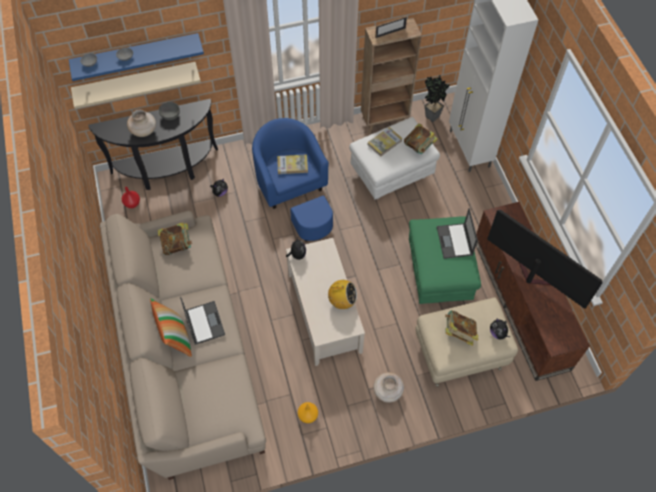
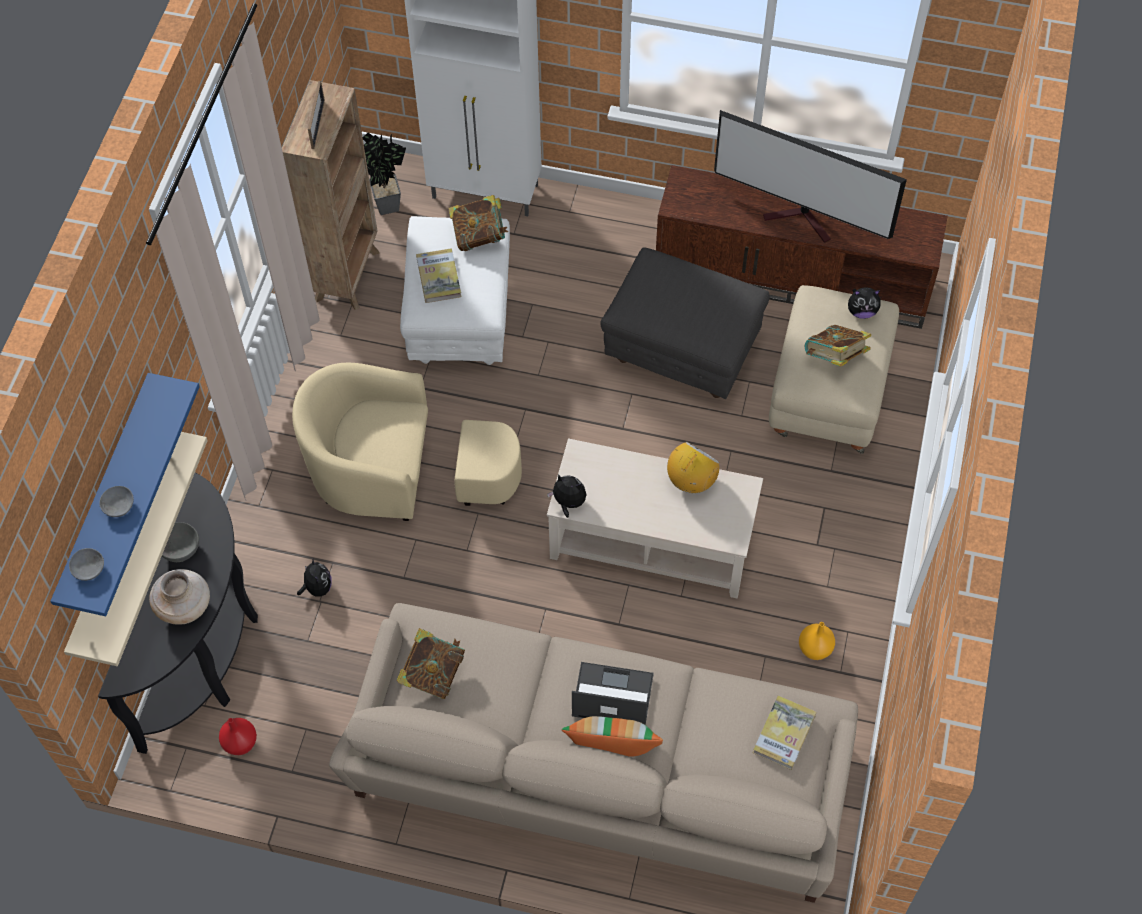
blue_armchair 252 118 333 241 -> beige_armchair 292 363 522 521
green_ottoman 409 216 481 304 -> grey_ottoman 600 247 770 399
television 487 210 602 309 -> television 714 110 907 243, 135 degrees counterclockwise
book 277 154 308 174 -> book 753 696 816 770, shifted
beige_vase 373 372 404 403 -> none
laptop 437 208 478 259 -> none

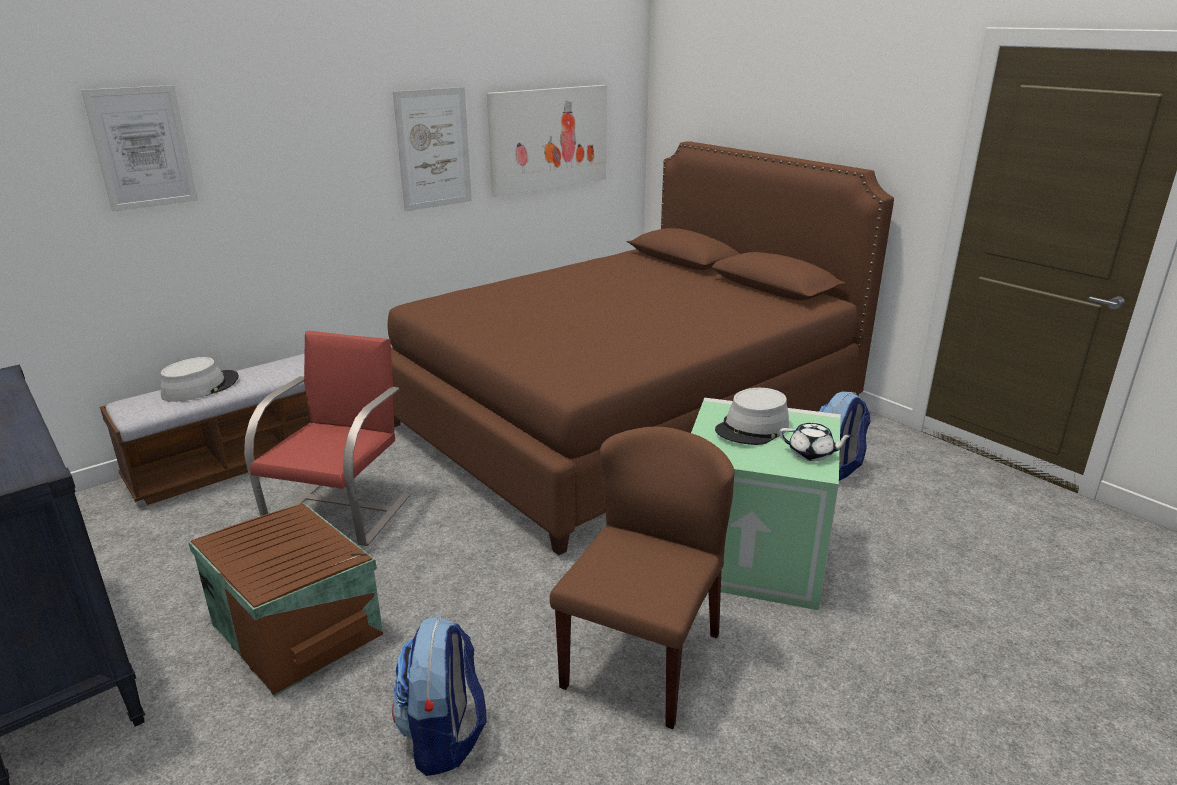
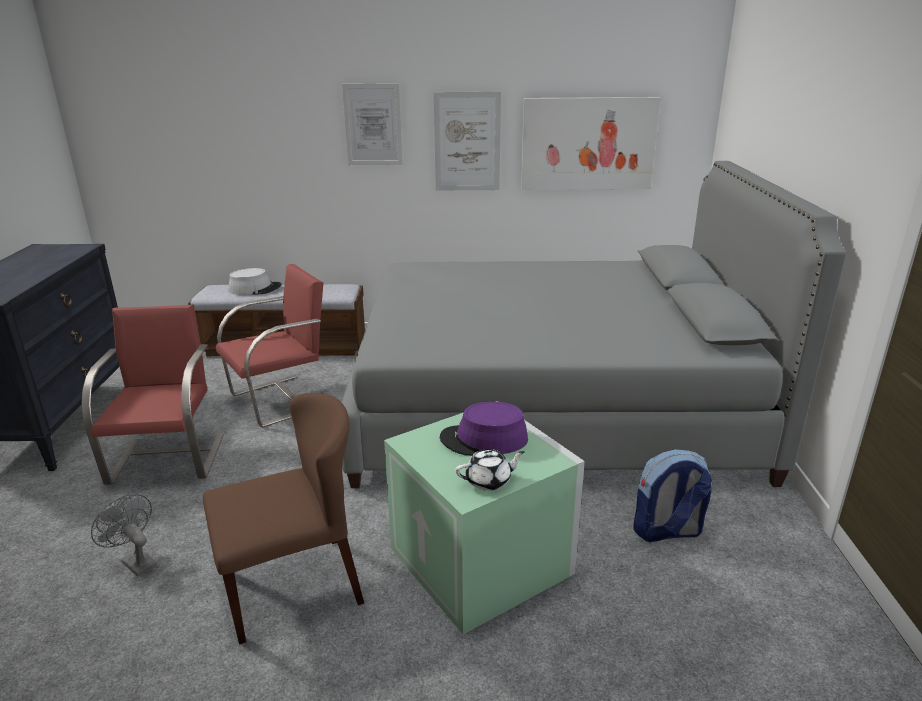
brown_storage_box 188 503 383 697 -> red_chair 81 305 223 485
backpack 392 616 487 776 -> grey_fan 91 494 157 577
picture 81 85 198 212 -> picture 342 83 403 165, shifted
brown_bed 388 141 894 555 -> grey_bed 342 161 846 488
grey_hat 715 388 789 445 -> purple_hat 440 401 528 456
white_teapot 779 422 853 461 -> white_teapot 455 449 525 491, 75 degrees counterclockwise

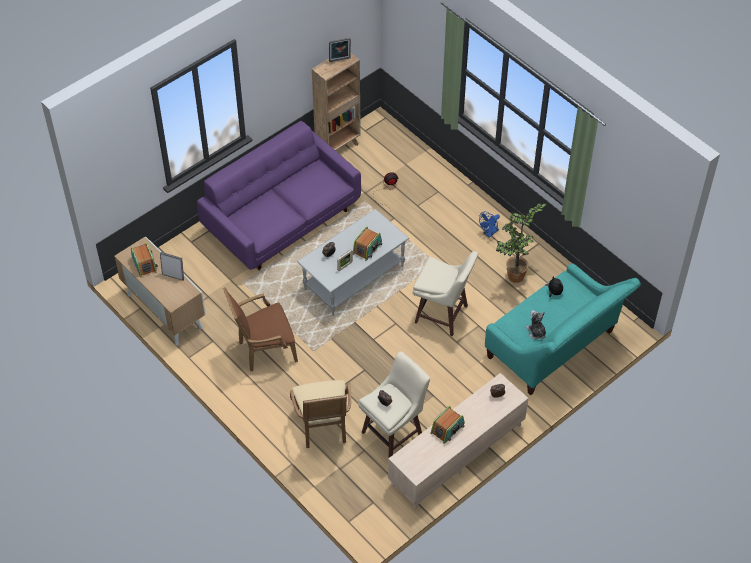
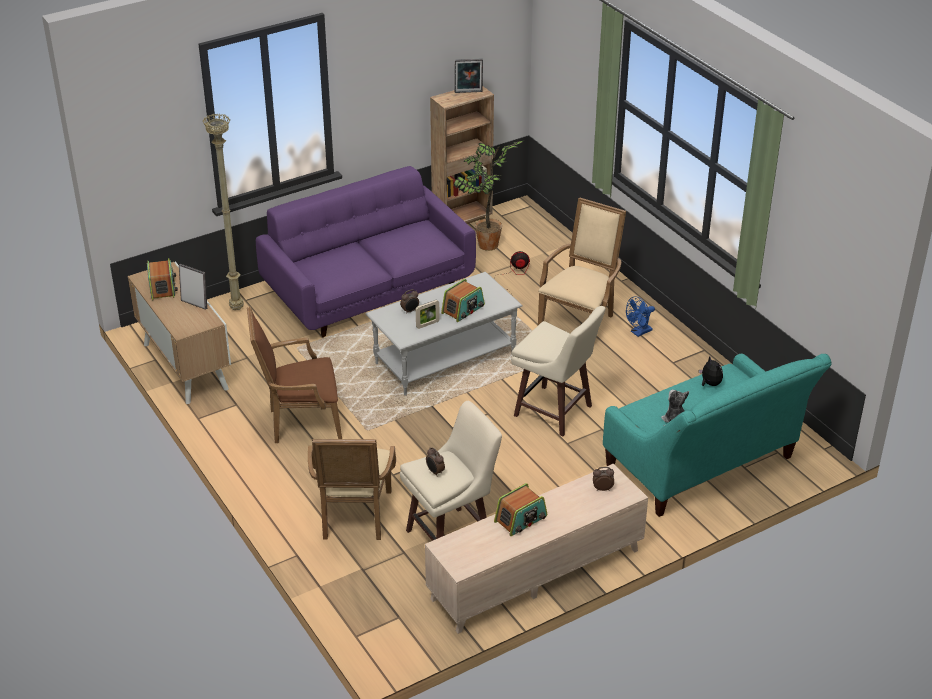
none -> beige_floor_lamp 203 113 244 310
potted_plant 496 203 547 283 -> potted_plant 454 141 523 251, shifted
none -> beige_armchair 538 197 626 325

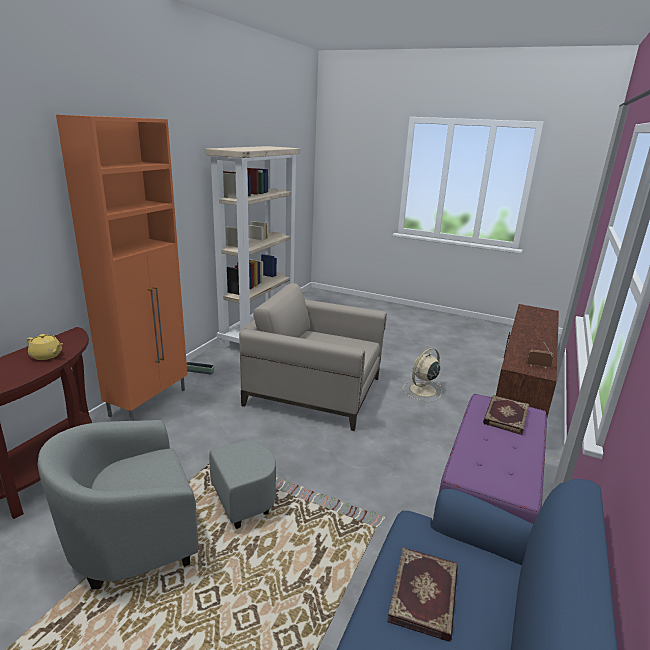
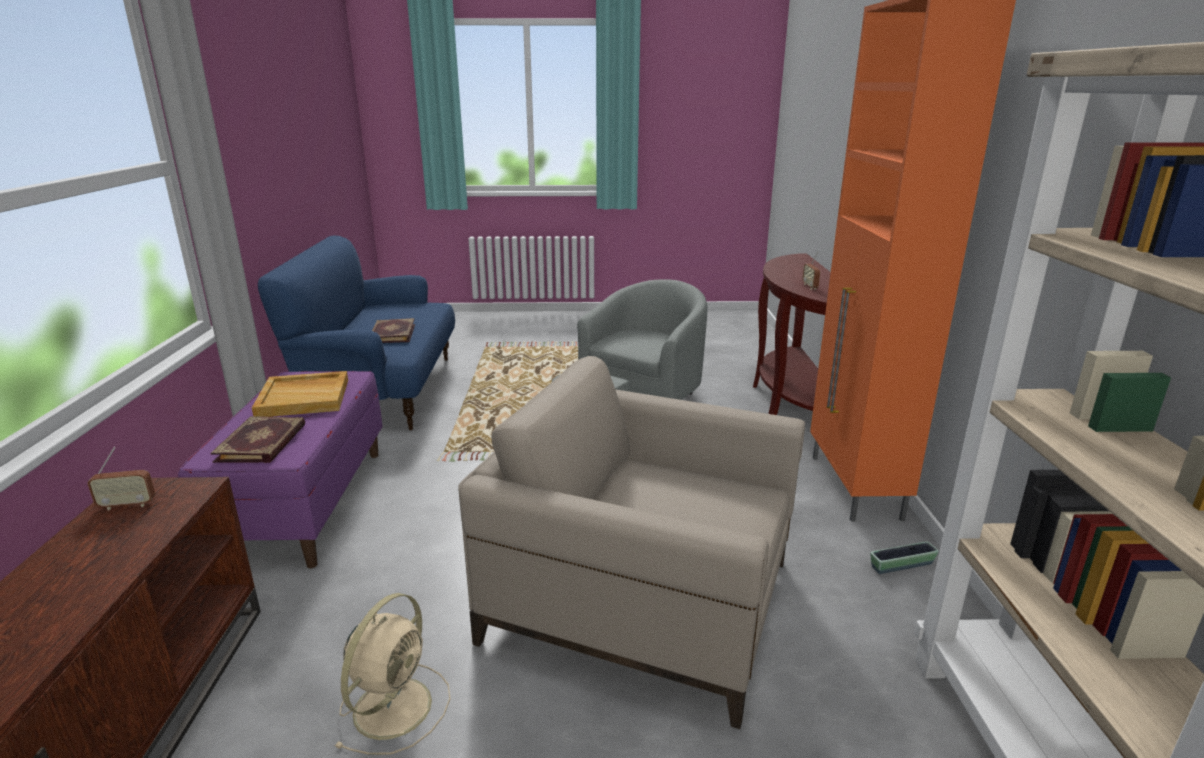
none -> beige_tray 252 371 348 417
beige_armchair 239 283 387 431 -> beige_armchair 458 356 805 729, 150 degrees counterclockwise
yellow_teapot 27 334 62 360 -> radio 802 251 820 290

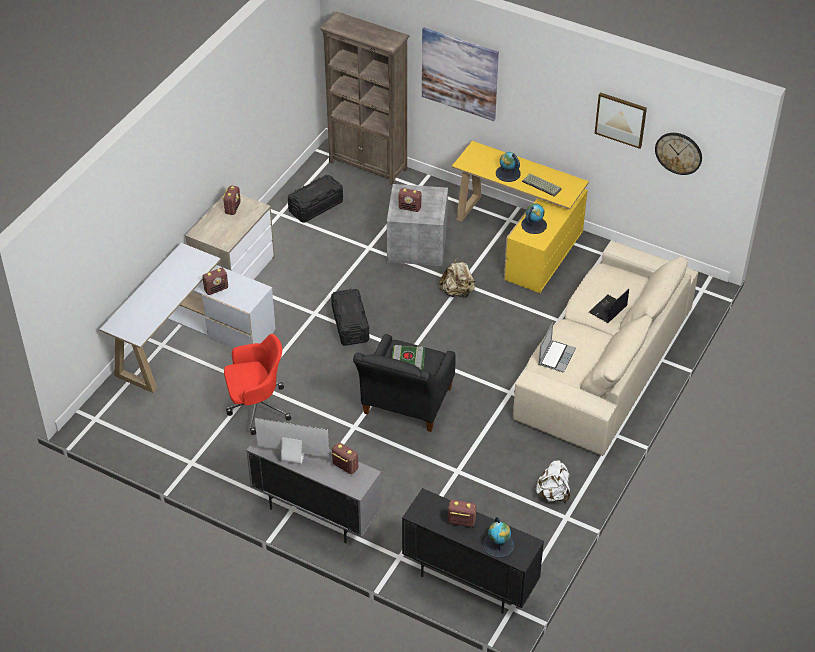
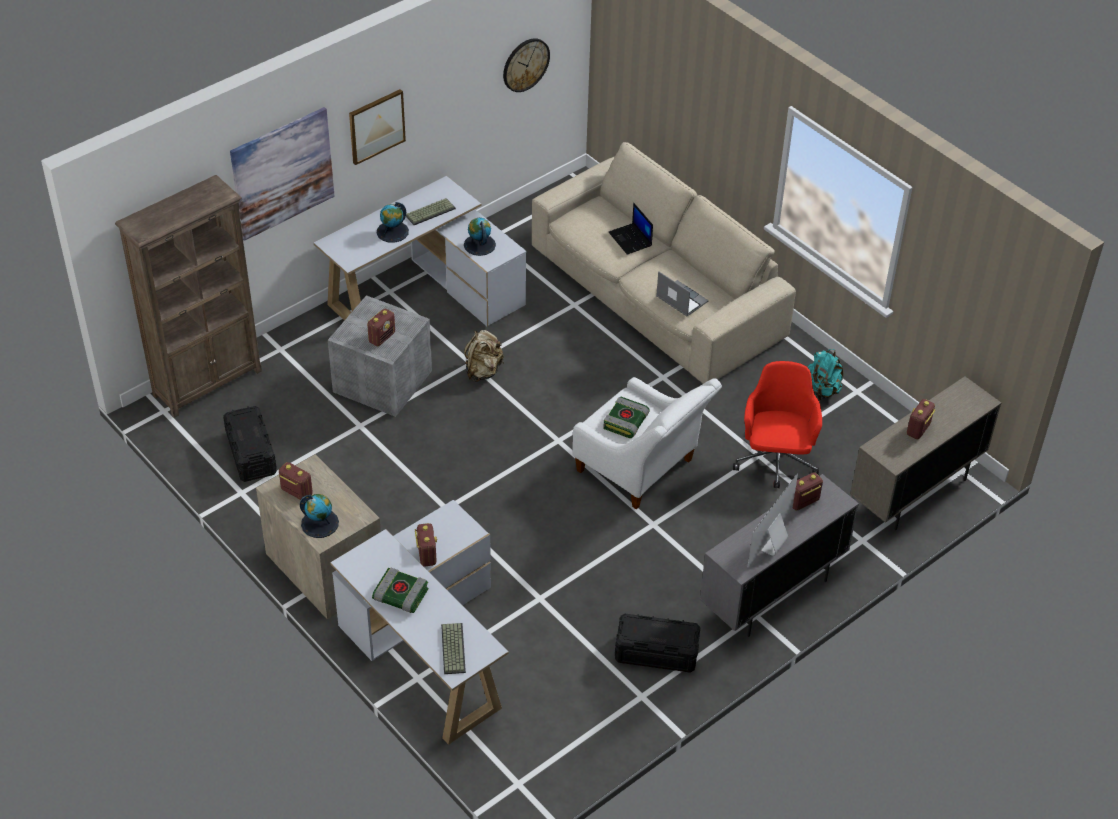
globe 483 517 514 558 -> globe 300 494 339 538, shifted
yellow_desk 452 141 589 293 -> white_desk 314 176 526 327
picture 594 92 647 149 -> picture 349 89 406 165, shifted
none -> book 372 568 429 613
none -> keyboard 441 623 466 674
black_armchair 353 334 456 432 -> white_armchair 572 377 722 509
black_storage_box 331 288 369 346 -> black_storage_box 615 614 700 673, shifted
red_office_chair 224 334 291 435 -> red_office_chair 733 361 822 488, shifted
white_backpack 536 460 570 503 -> turquoise_backpack 808 349 843 400
black_cabinet 402 488 544 614 -> beige_cabinet 850 376 1001 530

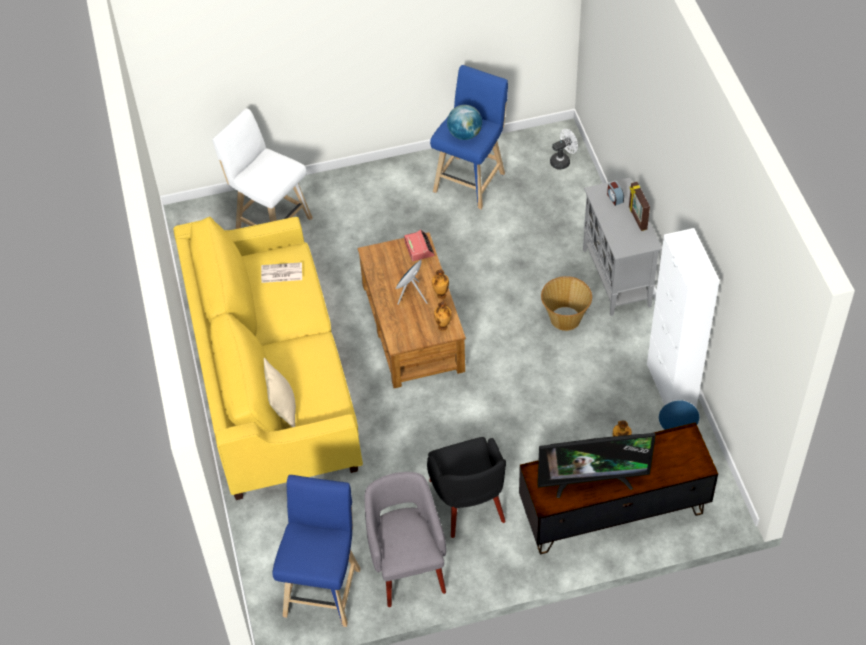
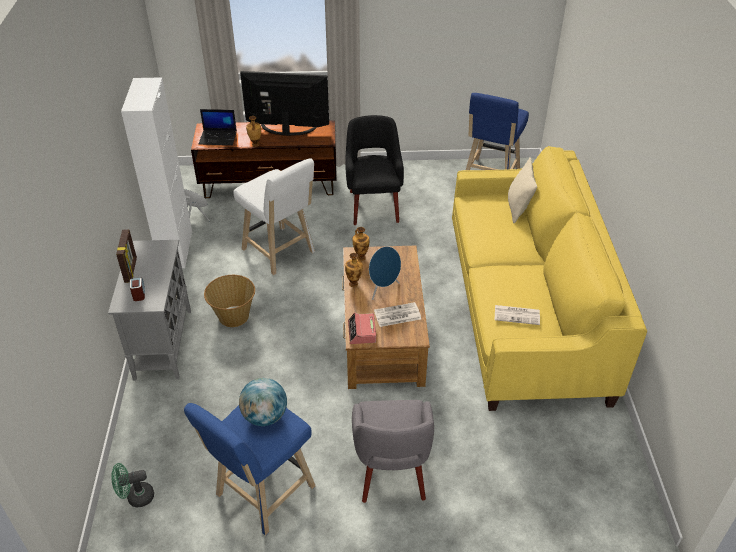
white_fan 550 129 578 170 -> green_fan 111 463 154 507
none -> laptop 199 109 237 145
white_stool 212 108 313 229 -> white_stool 233 158 315 275, shifted
grey_armchair 365 472 446 607 -> grey_armchair 352 400 434 503, shifted
none -> newspaper 374 302 421 327

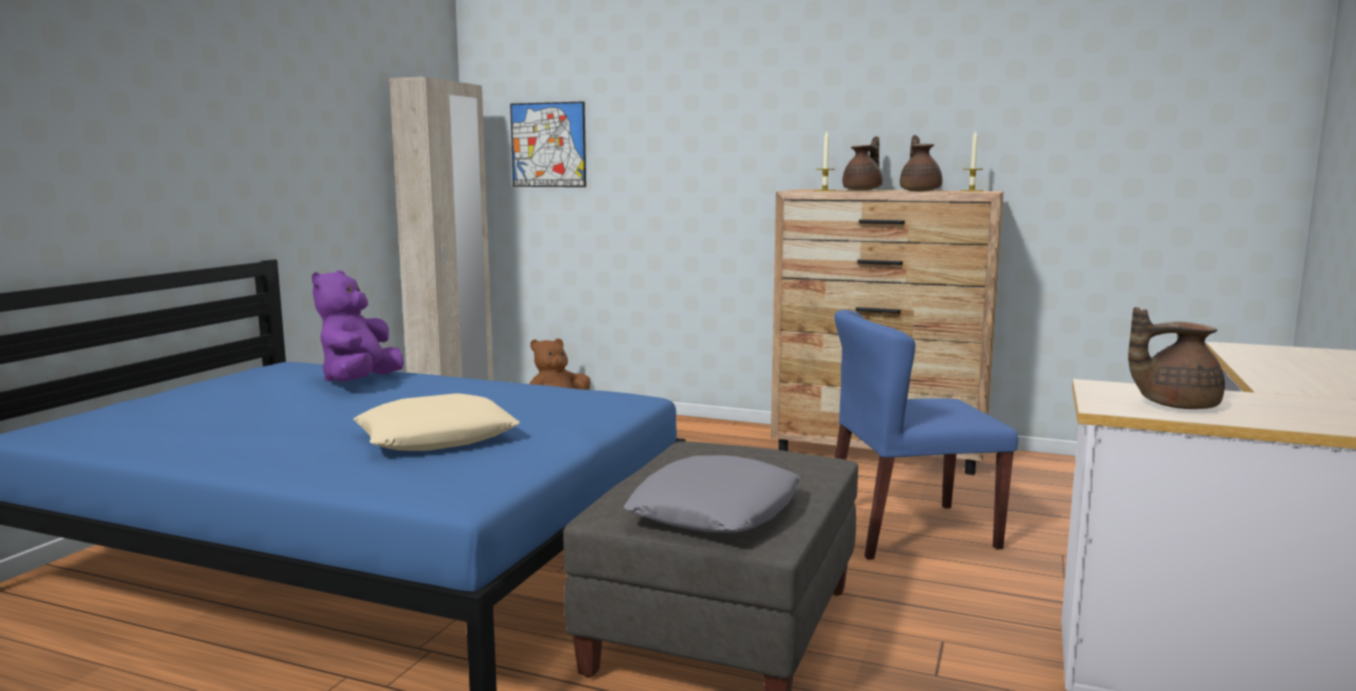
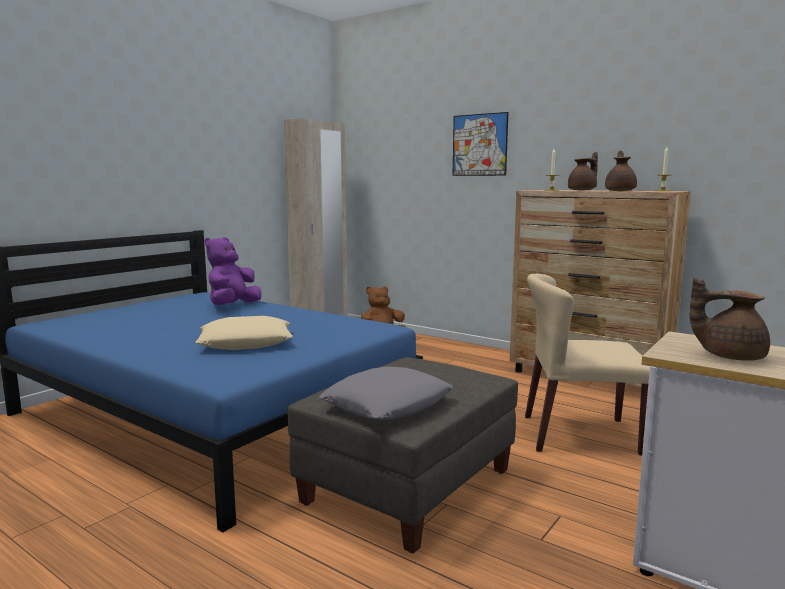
picture 510 101 586 187 -> picture 452 112 508 176, shifted
blue_chair 834 310 1018 560 -> beige_chair 525 274 650 455

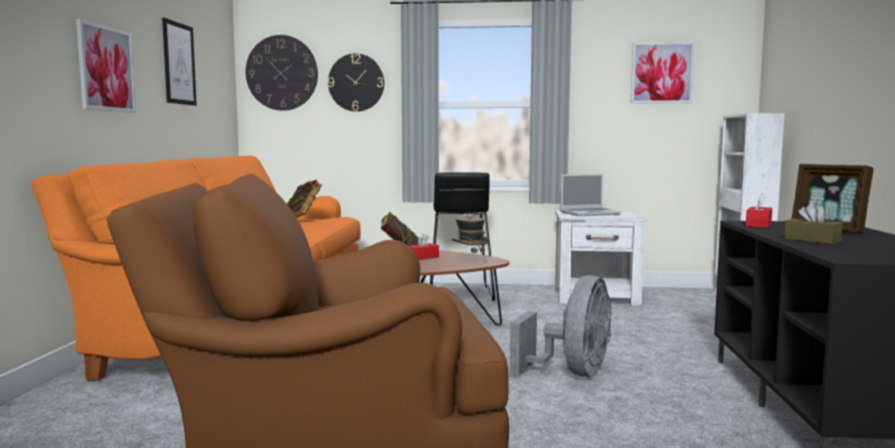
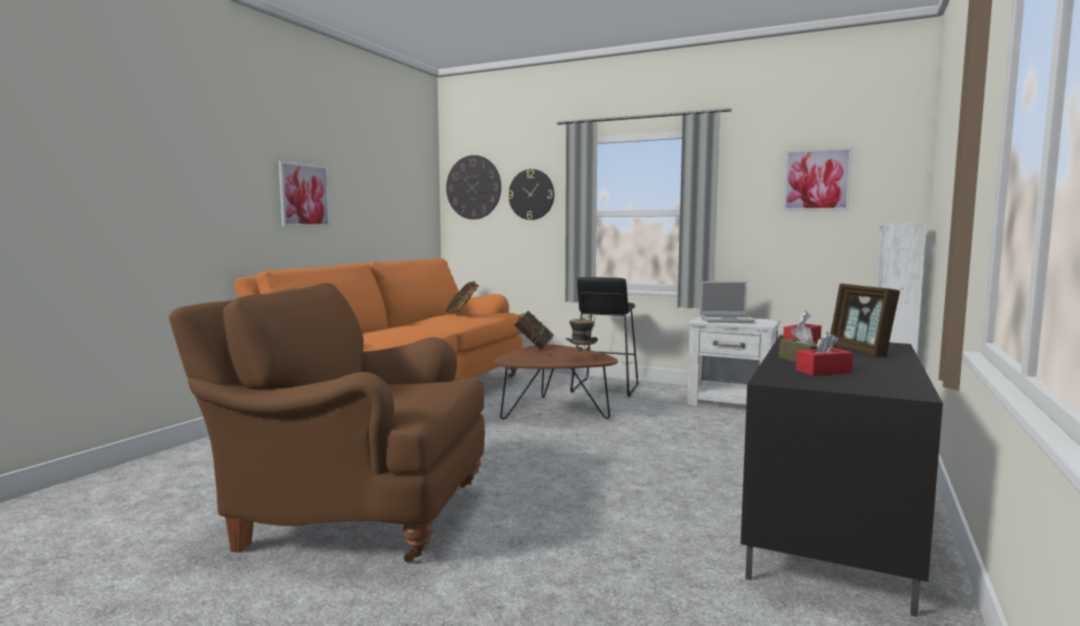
red_tissue_box 409 234 439 260 -> red_tissue_box 796 332 853 376, shifted
picture 162 18 197 106 -> none
grey_fan 509 275 611 377 -> none

